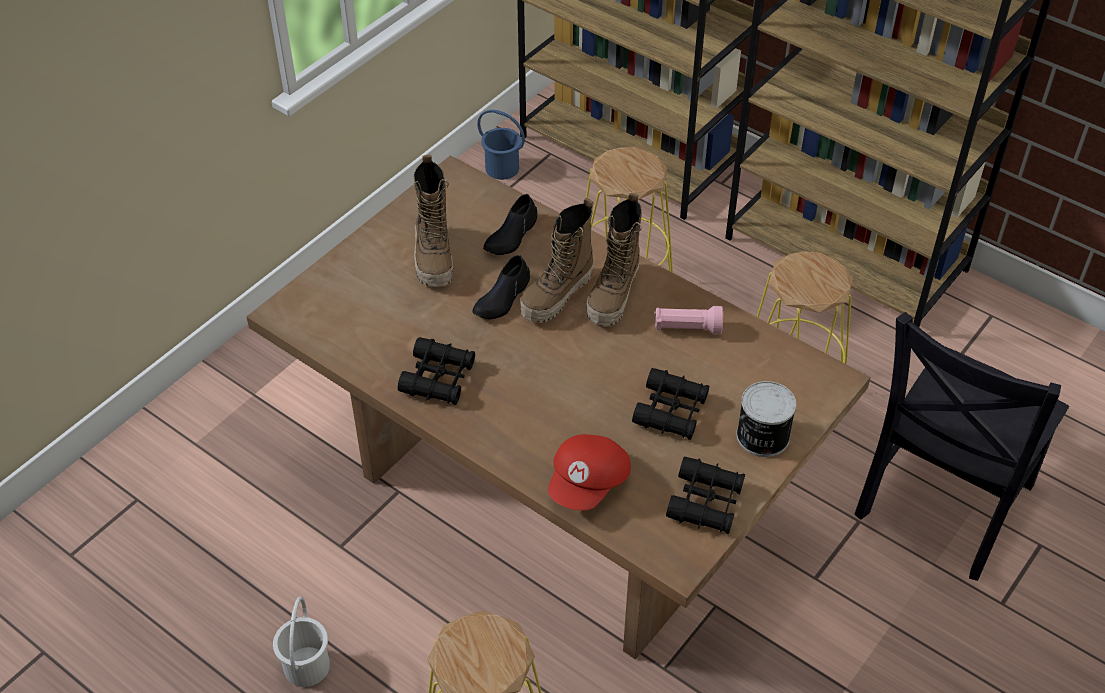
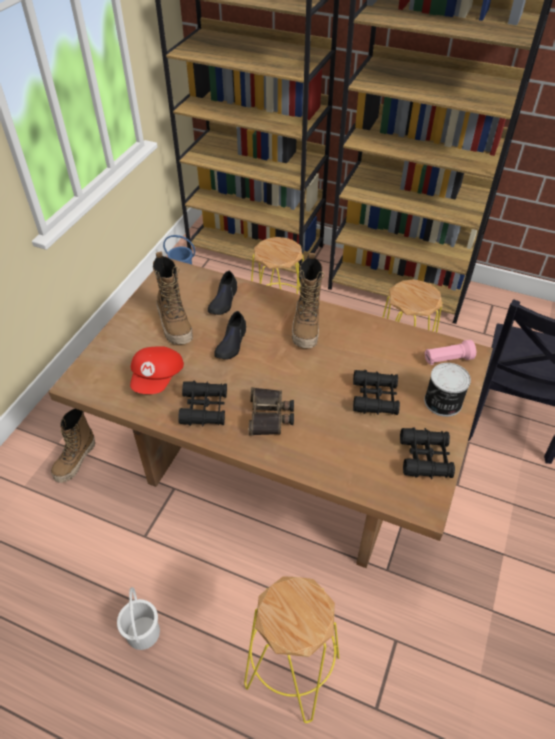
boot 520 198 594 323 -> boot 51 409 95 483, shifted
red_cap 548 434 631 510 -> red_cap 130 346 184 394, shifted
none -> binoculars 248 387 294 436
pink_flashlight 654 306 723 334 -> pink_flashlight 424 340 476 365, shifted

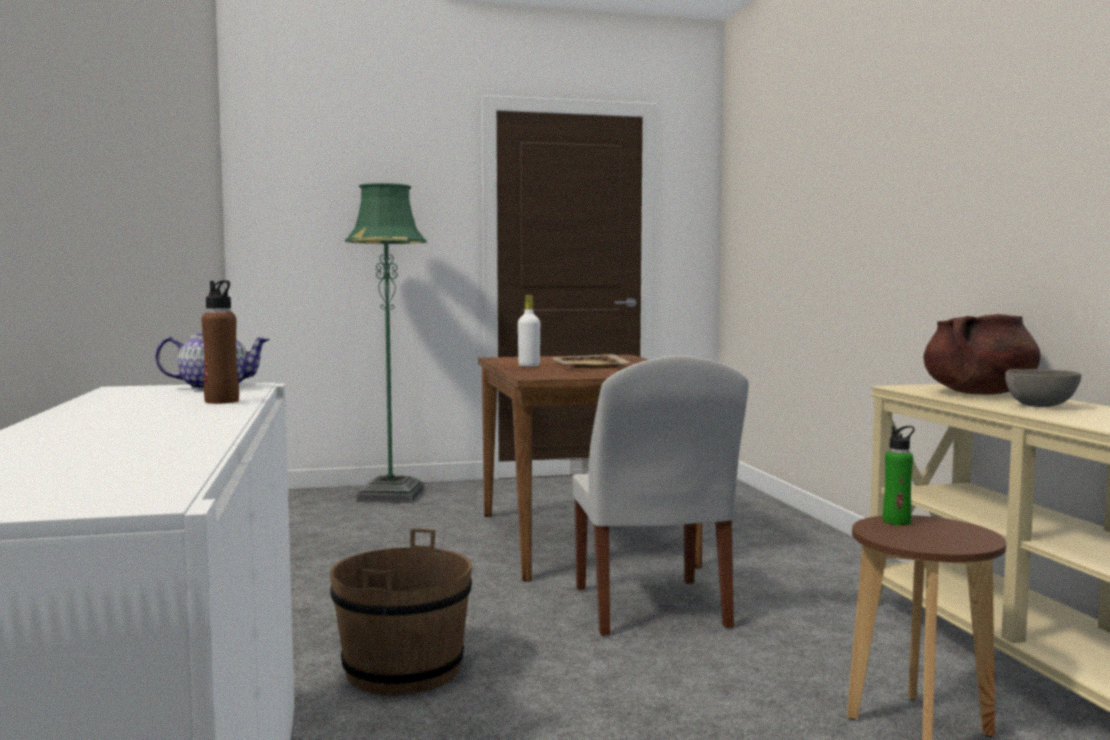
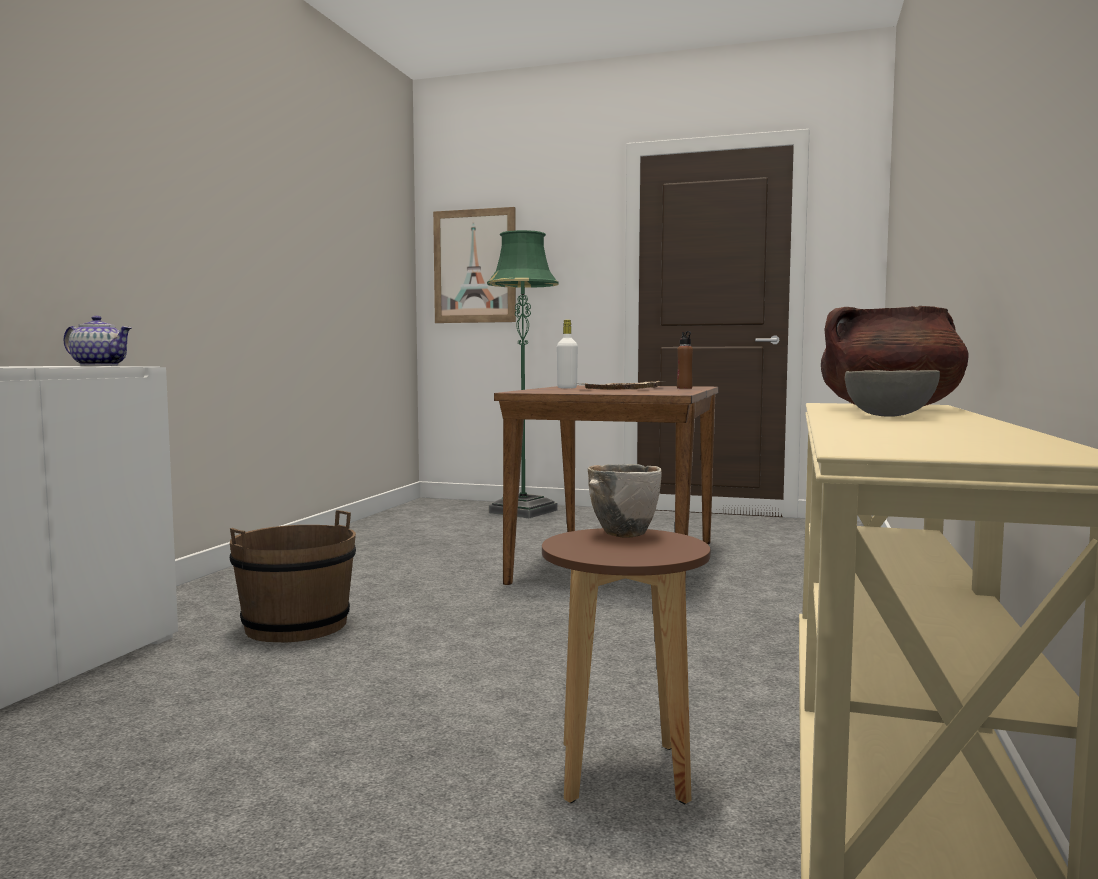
none -> picture 433 207 516 323
green_bottle 883 426 915 526 -> bowl 588 464 662 538
brown_bottle 201 280 239 404 -> brown_bottle 677 331 693 389, shifted
white_chair 572 356 749 636 -> none

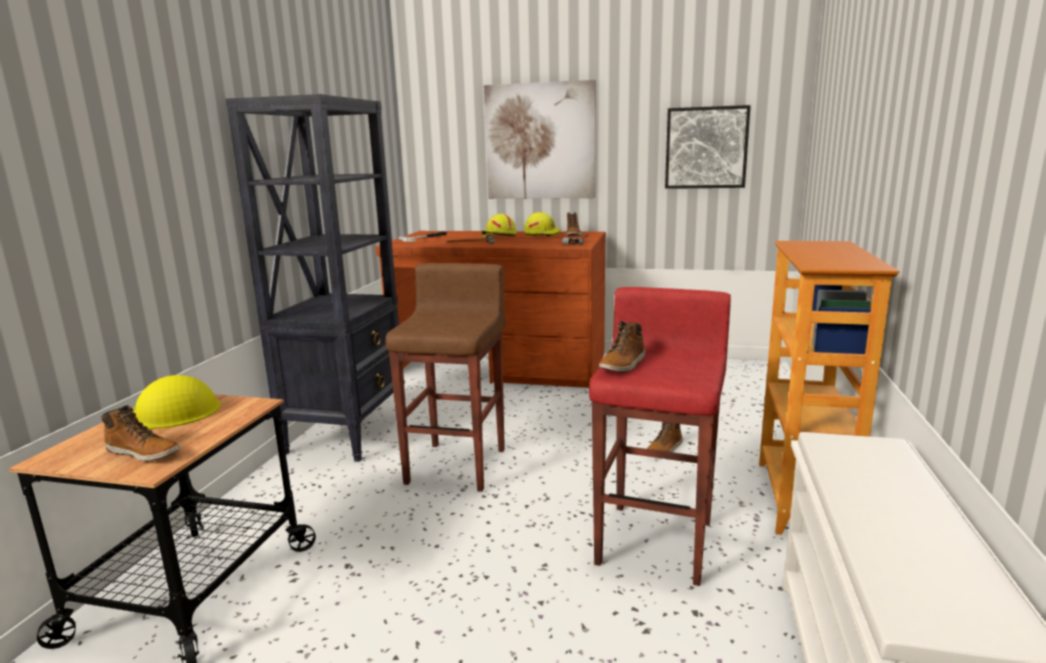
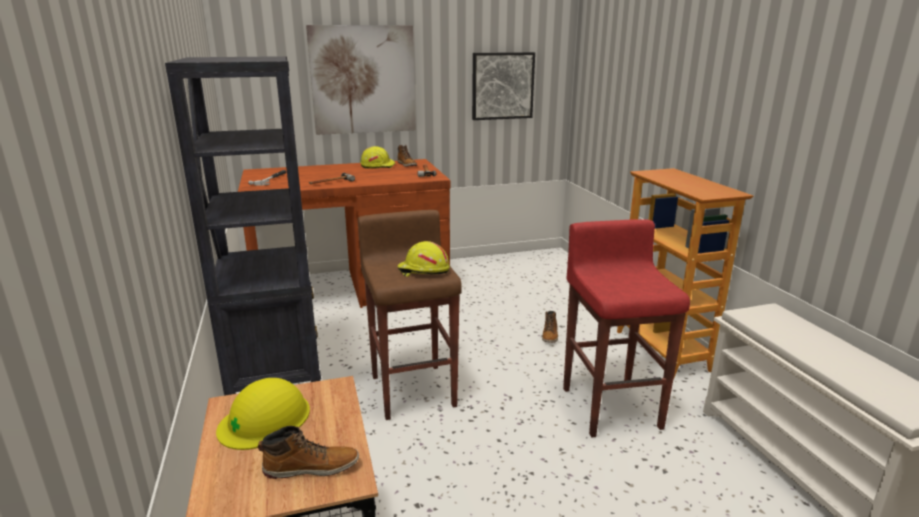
yellow_hard_hat 481 214 517 237 -> yellow_hard_hat 397 241 450 277, shifted
boot 599 320 646 372 -> none

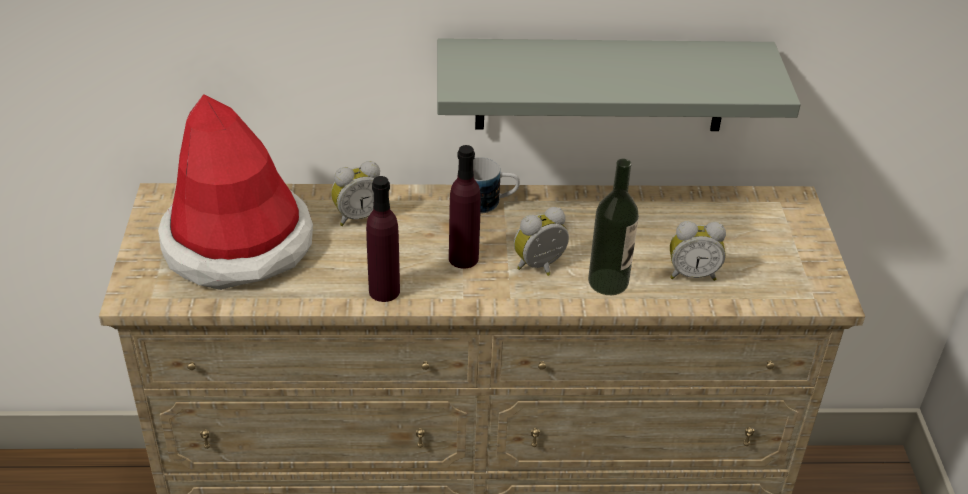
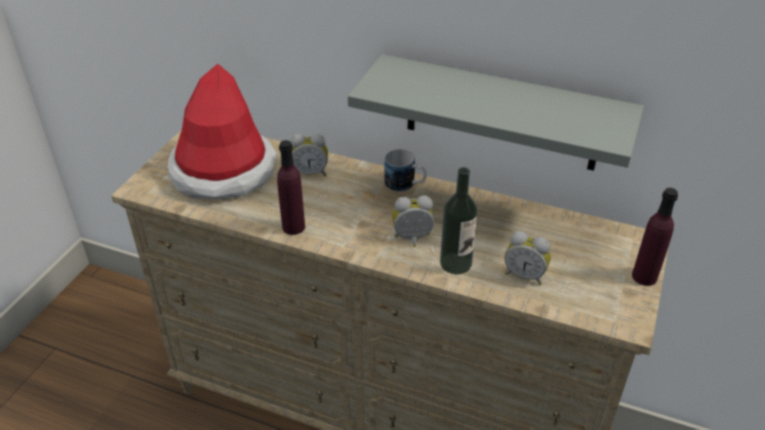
purple_bottle 449 145 481 269 -> purple_bottle 632 188 678 286, shifted

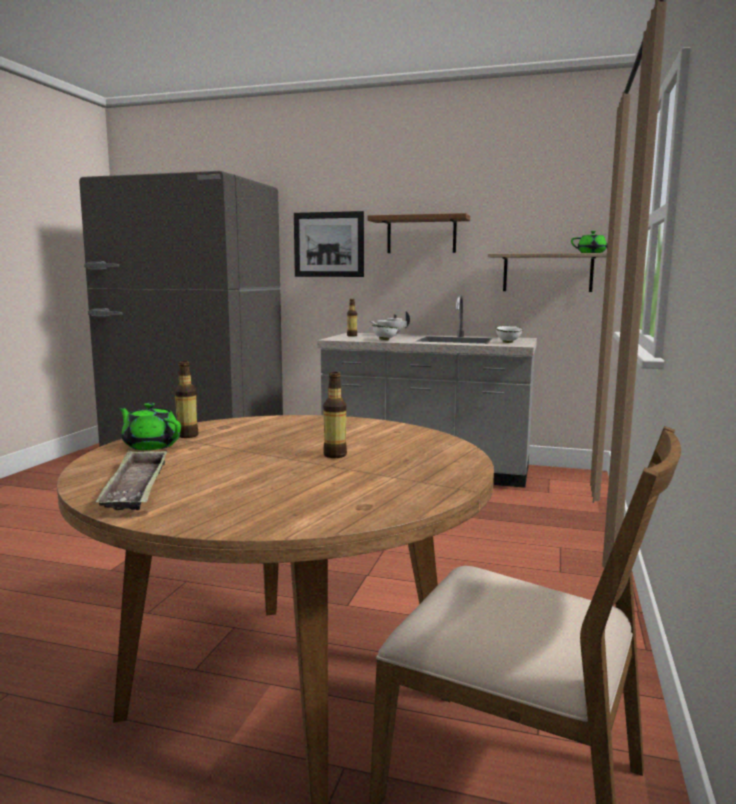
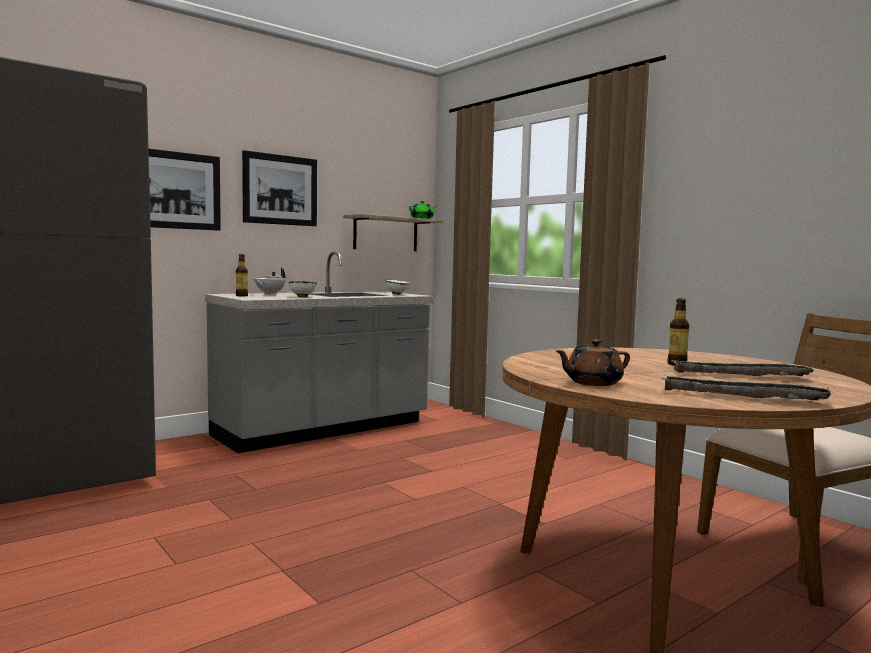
brown_shelf 367 213 470 253 -> picture 242 150 317 226
green_teapot 118 403 181 450 -> brown_teapot 555 340 630 386
none -> tray 671 359 814 376
bottle 175 361 198 438 -> none

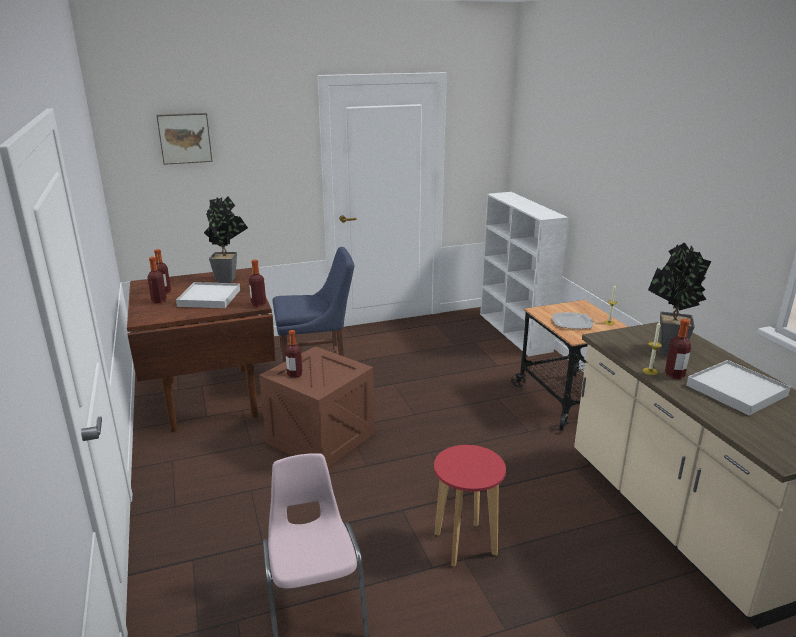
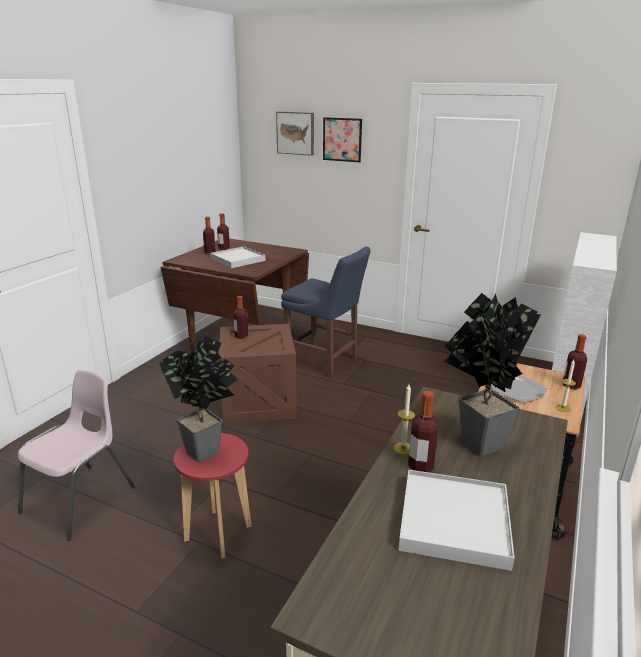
potted_plant 204 197 248 283 -> potted_plant 159 336 237 463, shifted
none -> picture 323 117 362 162
bottle 249 260 266 307 -> bottle 563 334 587 389, shifted

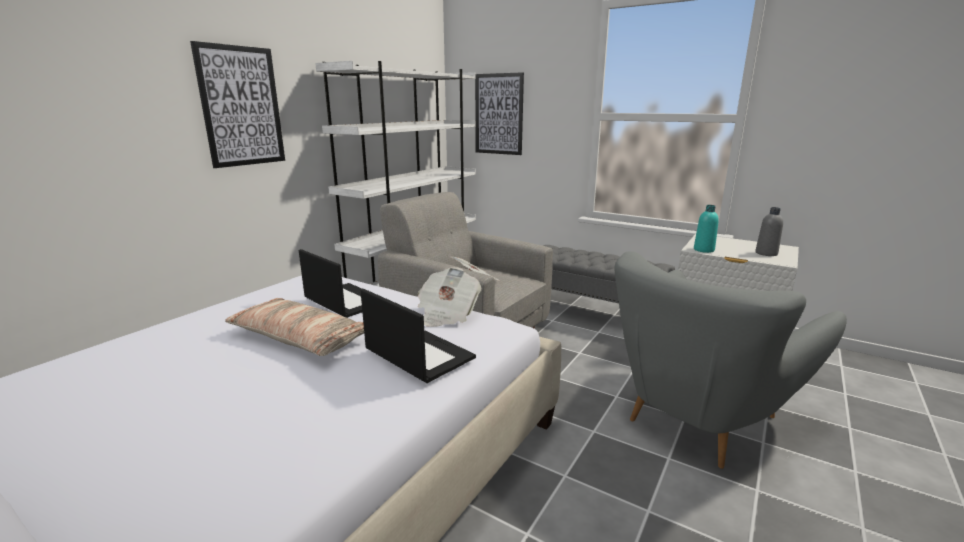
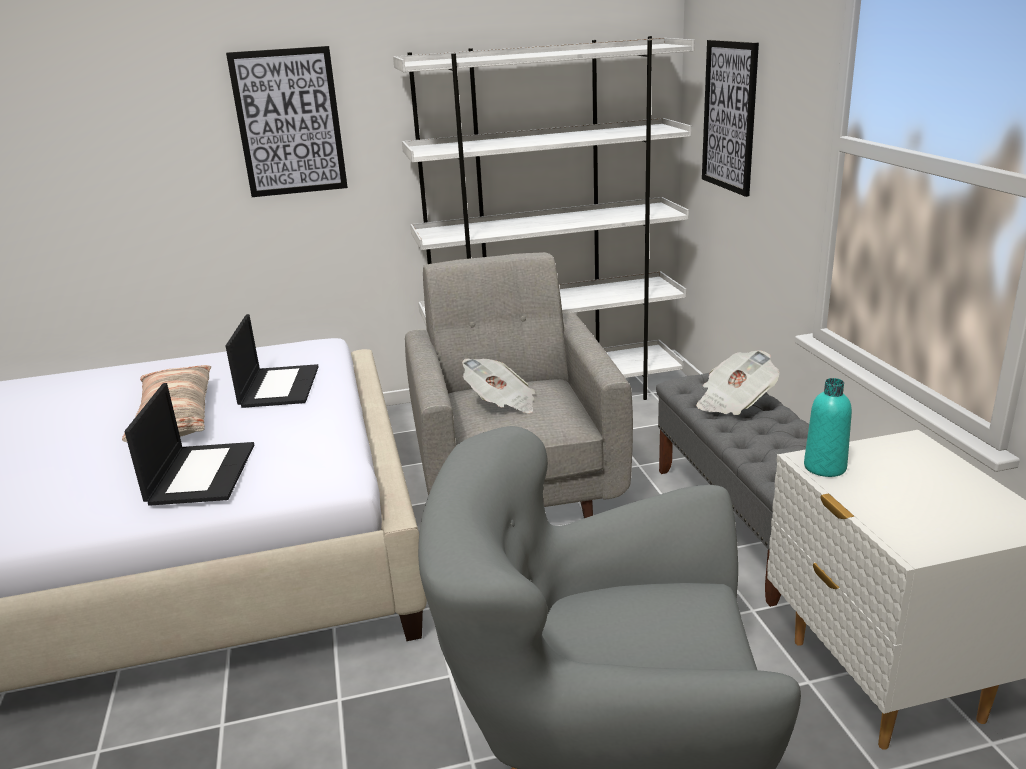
newspaper 417 267 481 327 -> newspaper 696 350 779 415, shifted
grey_bottle 755 207 783 256 -> none

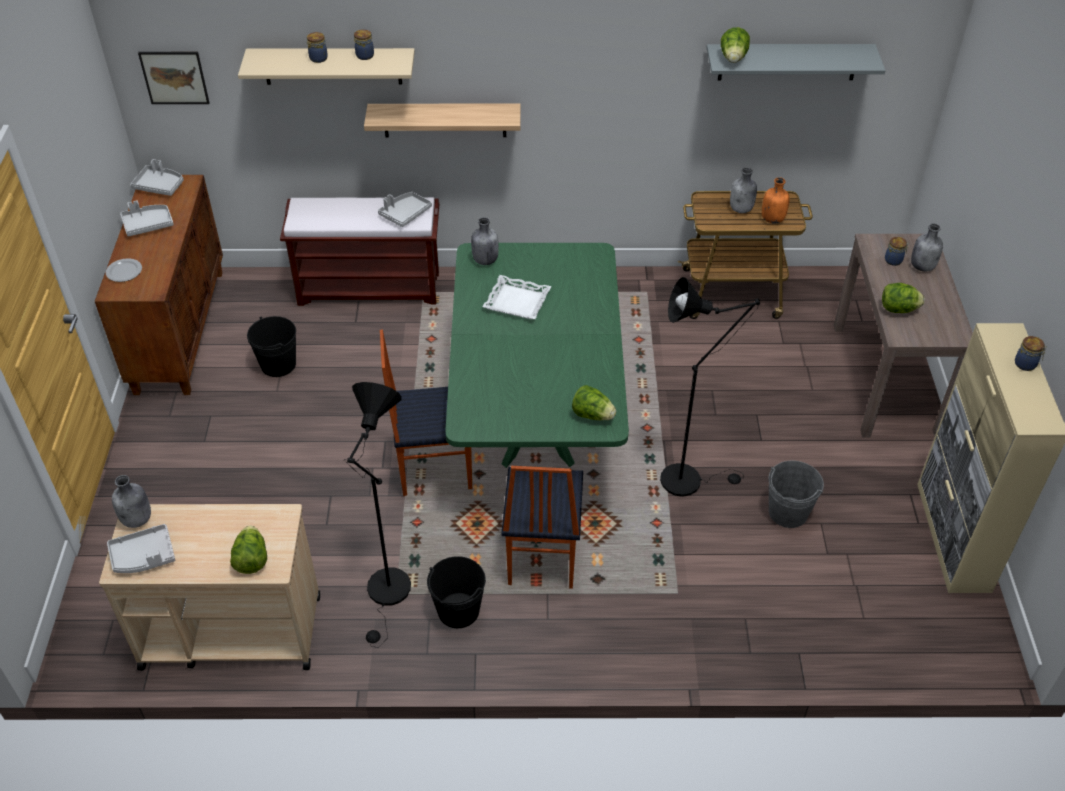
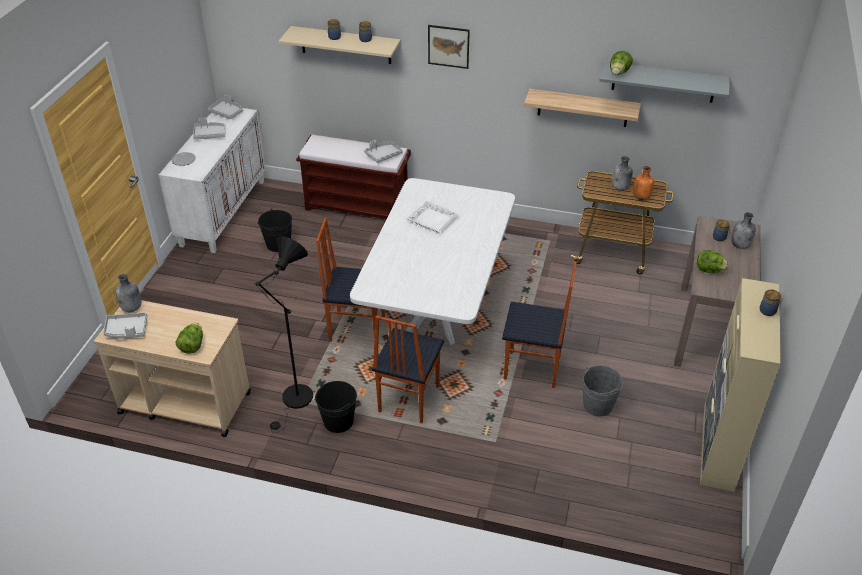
brown_cabinet 95 175 223 395 -> white_cabinet 159 108 266 253
green_dining_table 445 243 629 468 -> white_dining_table 350 178 515 345
picture 138 52 210 104 -> picture 428 25 470 69, shifted
black_floor_lamp 660 277 760 497 -> chair 502 261 577 388
shelf 364 104 521 137 -> shelf 524 89 641 127, shifted
grey_bottle 471 217 499 265 -> none
lettuce 572 385 616 420 -> none

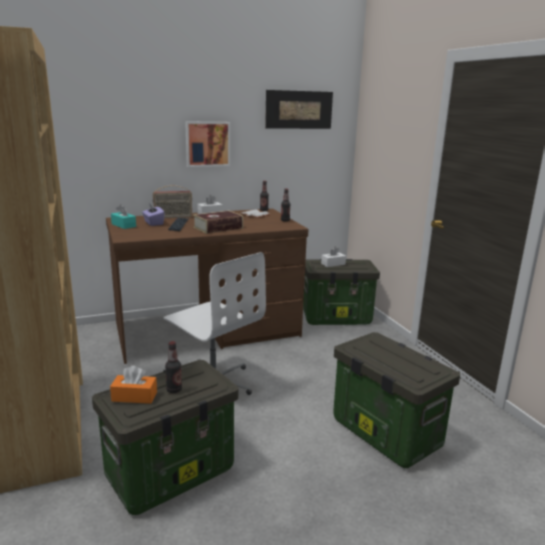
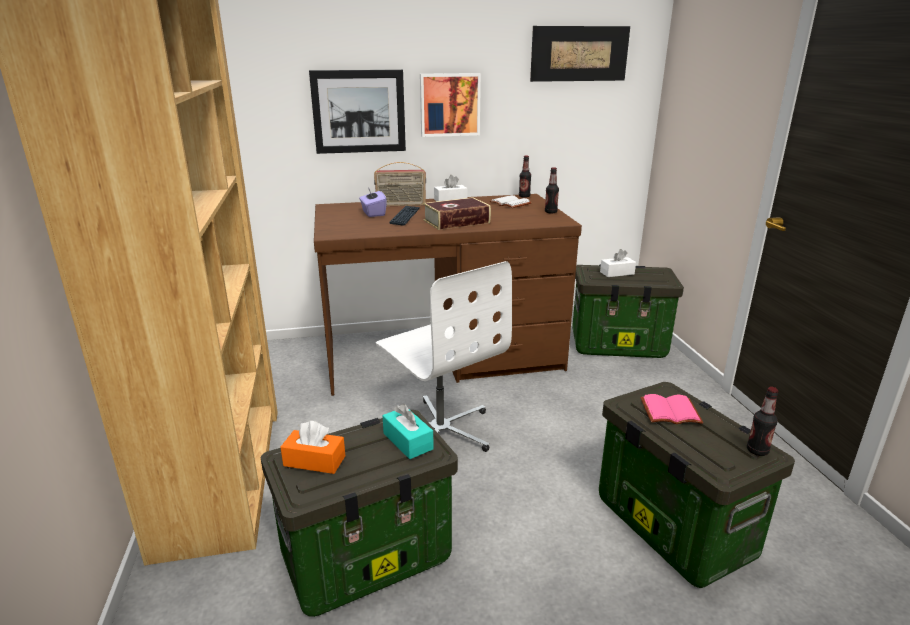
none -> picture 309 70 406 154
turquoise_tissue_box 111 204 136 229 -> turquoise_tissue_box 383 404 434 459, shifted
none -> pink_book 640 394 703 424
bottle 165 341 182 393 -> bottle 747 387 778 456, shifted

